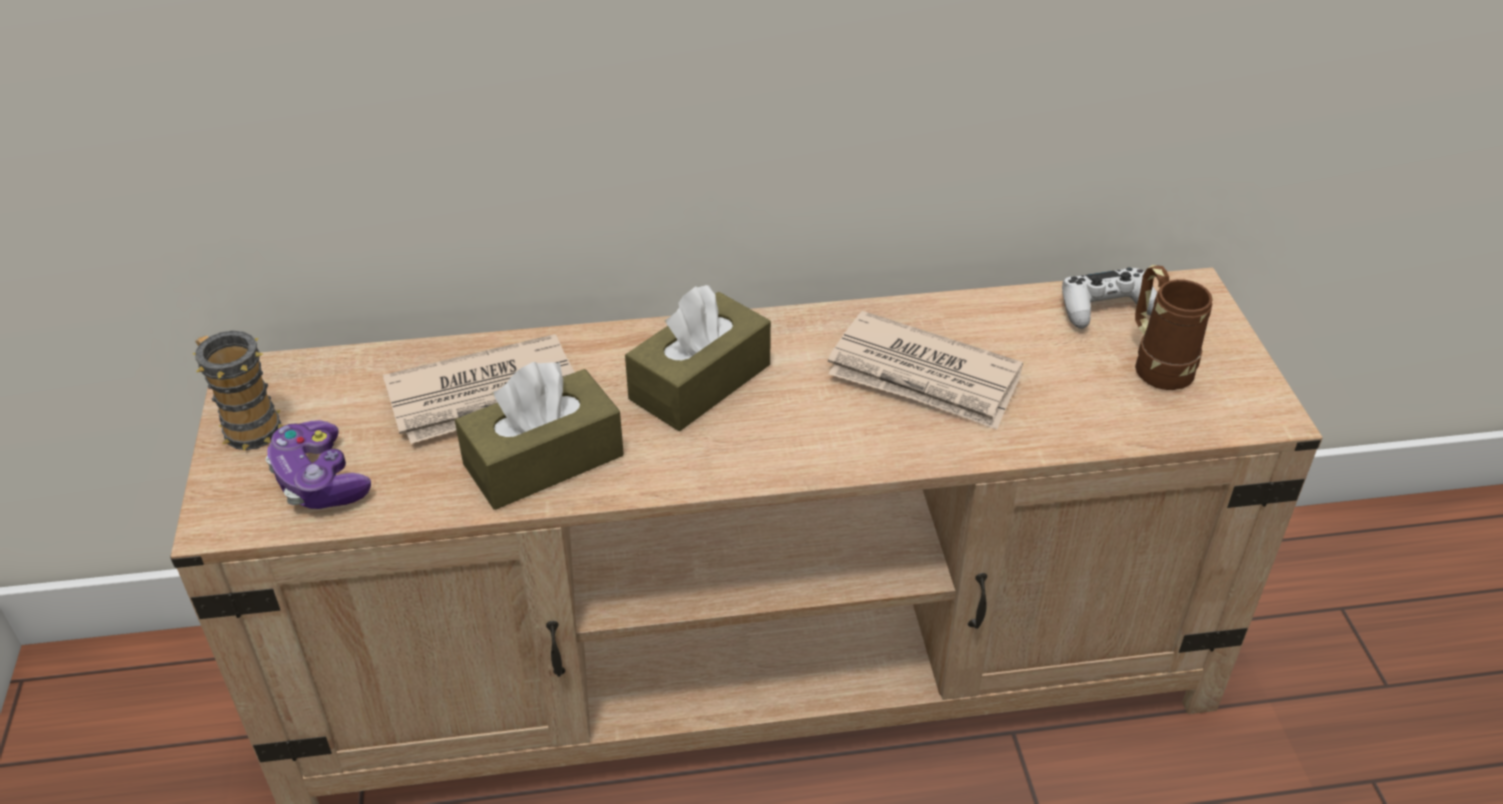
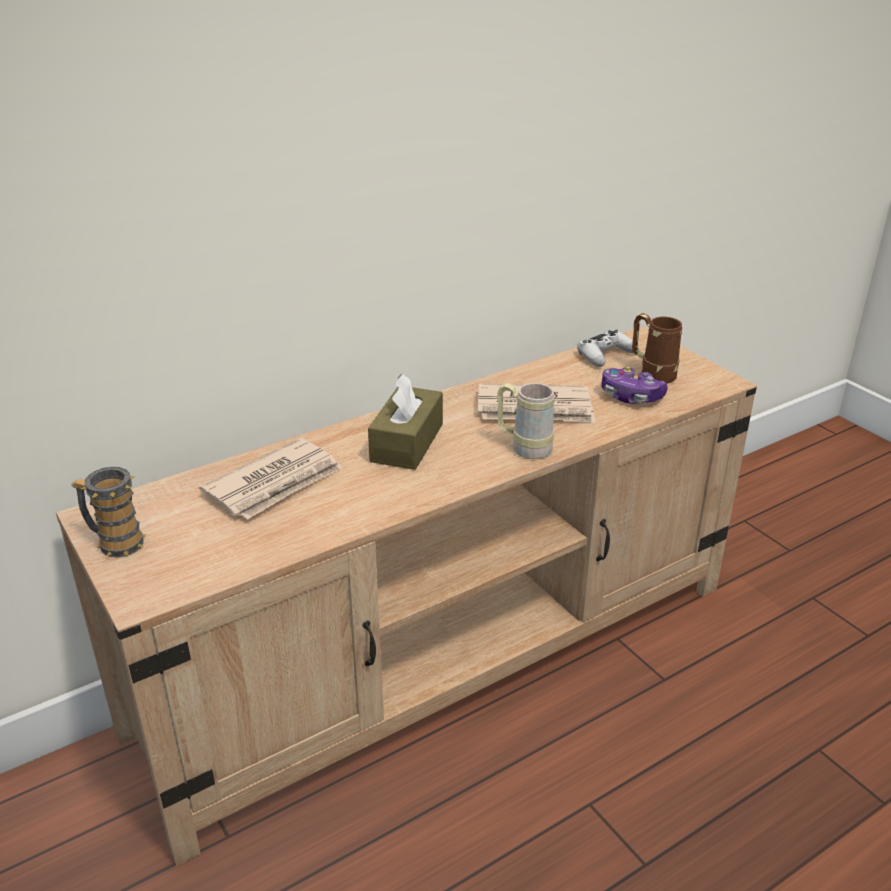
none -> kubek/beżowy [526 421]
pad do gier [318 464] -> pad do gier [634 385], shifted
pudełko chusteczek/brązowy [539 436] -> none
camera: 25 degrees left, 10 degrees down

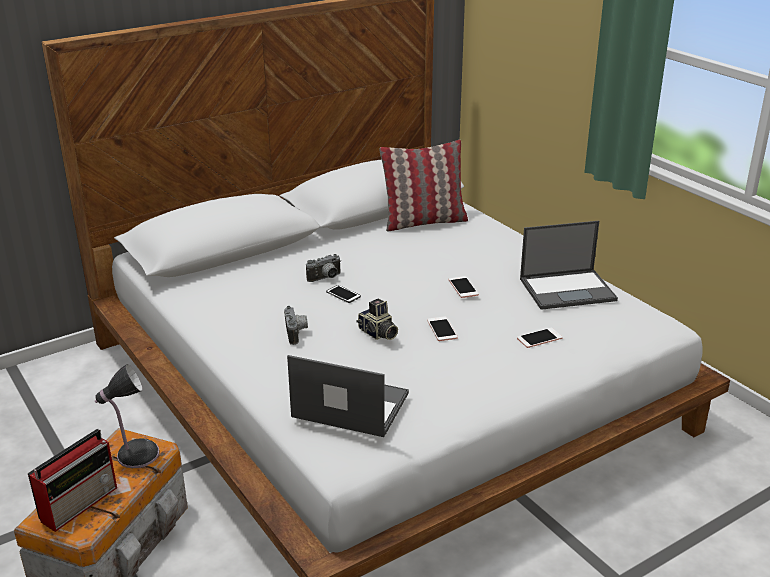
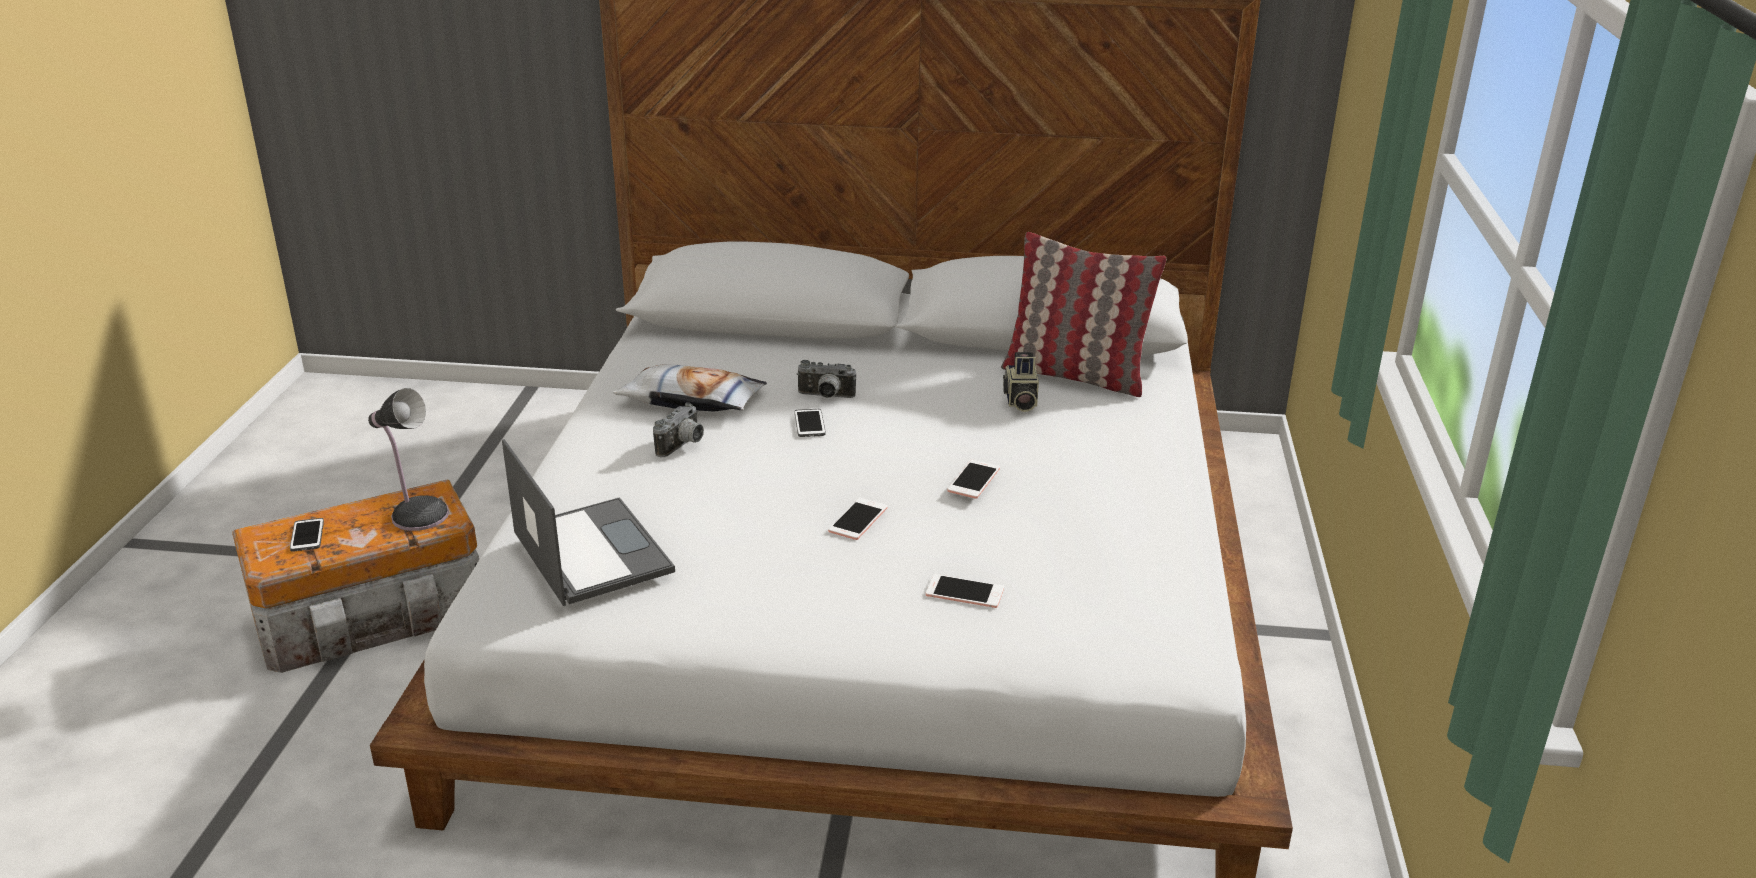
radio [72 480] -> telefon [307 535]
none -> poduszka [690 388]
aparat fotograficzny [377 319] -> aparat fotograficzny [1021 382], shifted
laptop [569 265] -> none
camera: 40 degrees right, 0 degrees up

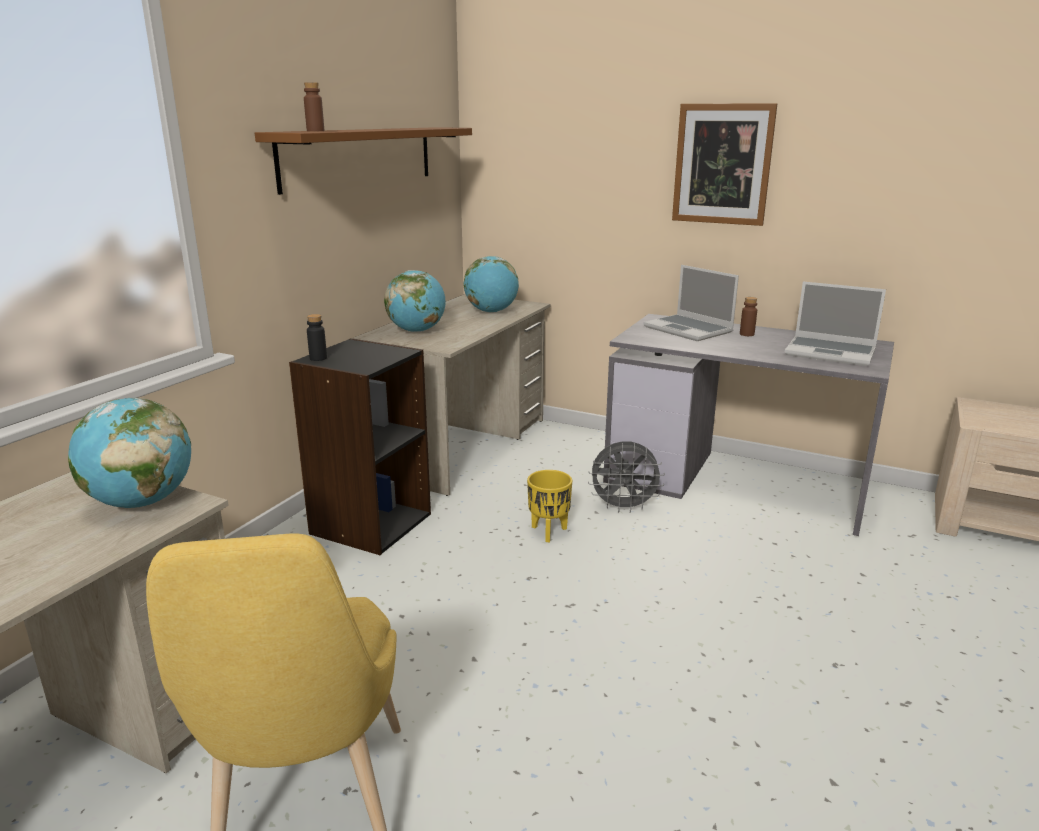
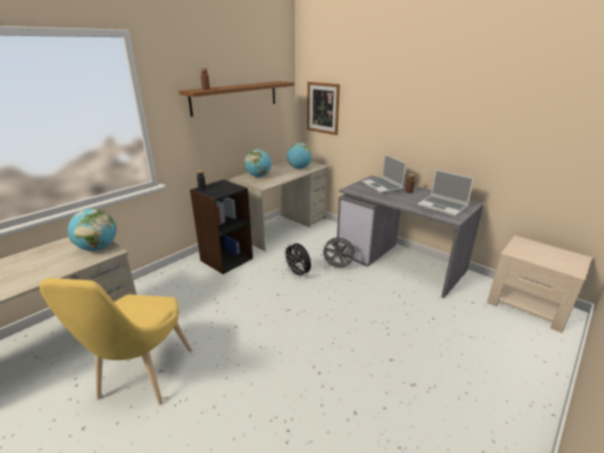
donica/żółty [549 506] -> wentylator/czarny [297 260]
obraz [724 164] -> obraz [323 108], shifted
camera: 15 degrees right, 5 degrees up

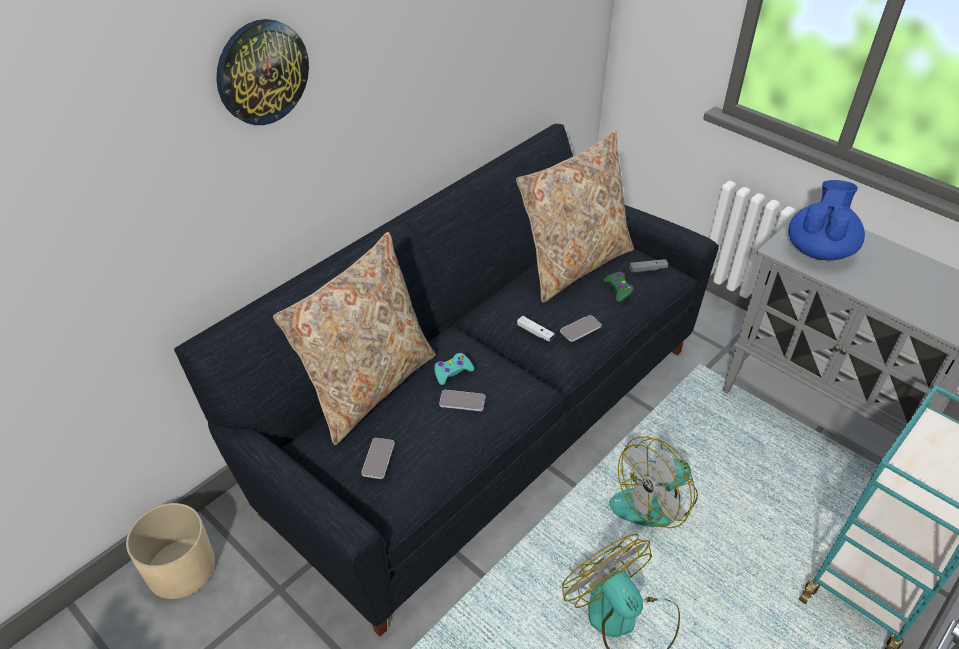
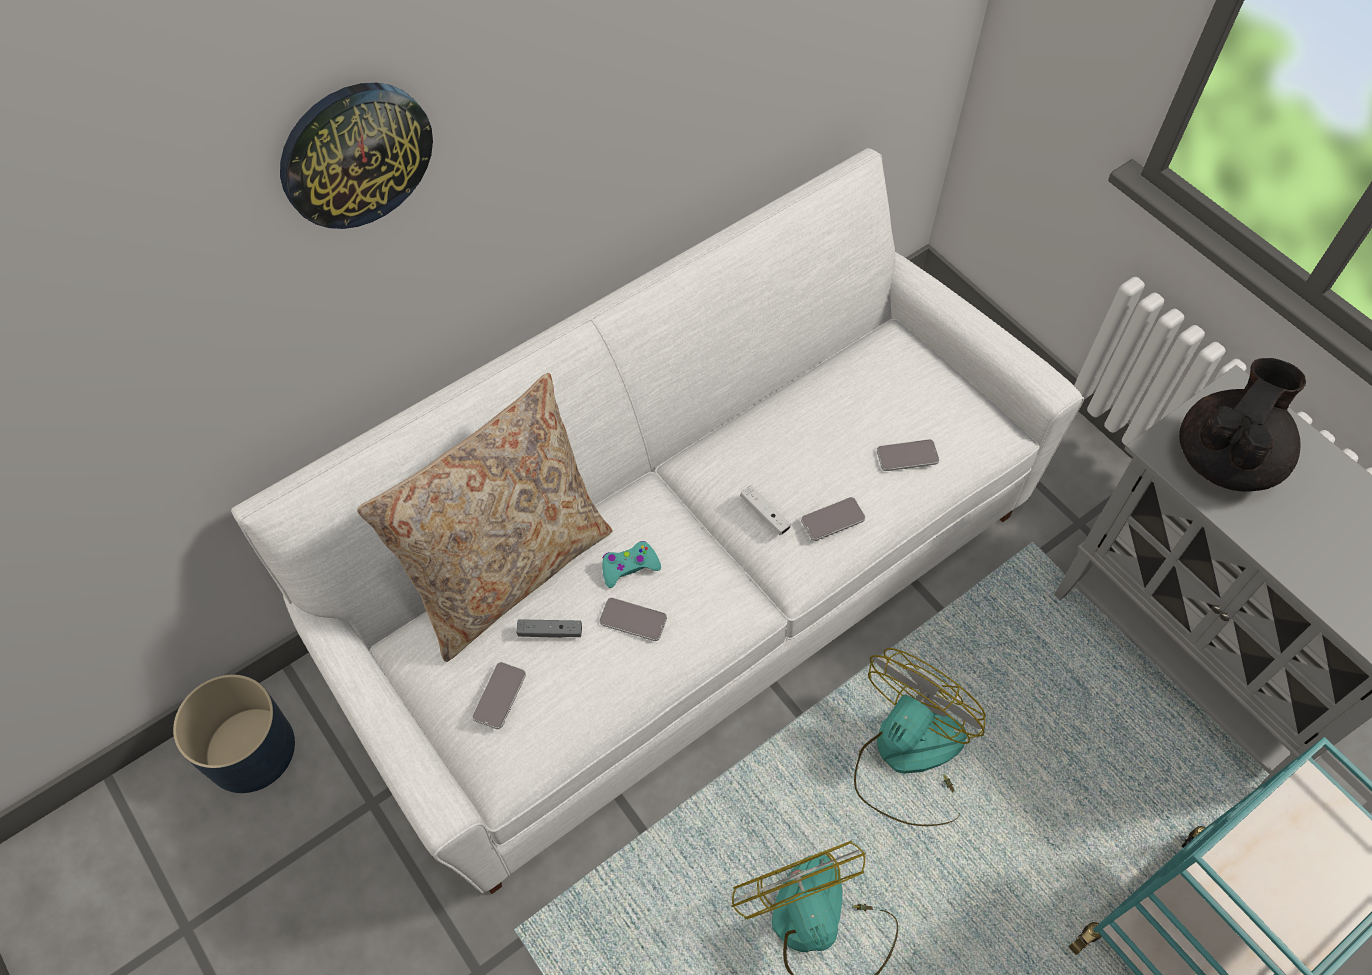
donica/beżowy [170 551] -> donica/niebieski [234 733]
kanapa/czarny [446 380] -> kanapa/biały [657 521]
pad do gier/szary [649 266] -> pad do gier/szary [549 628], shifted
wentylator [653 482] -> wentylator [920 737], 150 degrees clockwise
pad do gier/zielony [618 287] -> telefon [908 455]
imbryk/niebieski [826 220] -> imbryk/czarny [1242 425]
poduszka/beżowy [575 217] -> none
camera: 10 degrees right, 15 degrees up

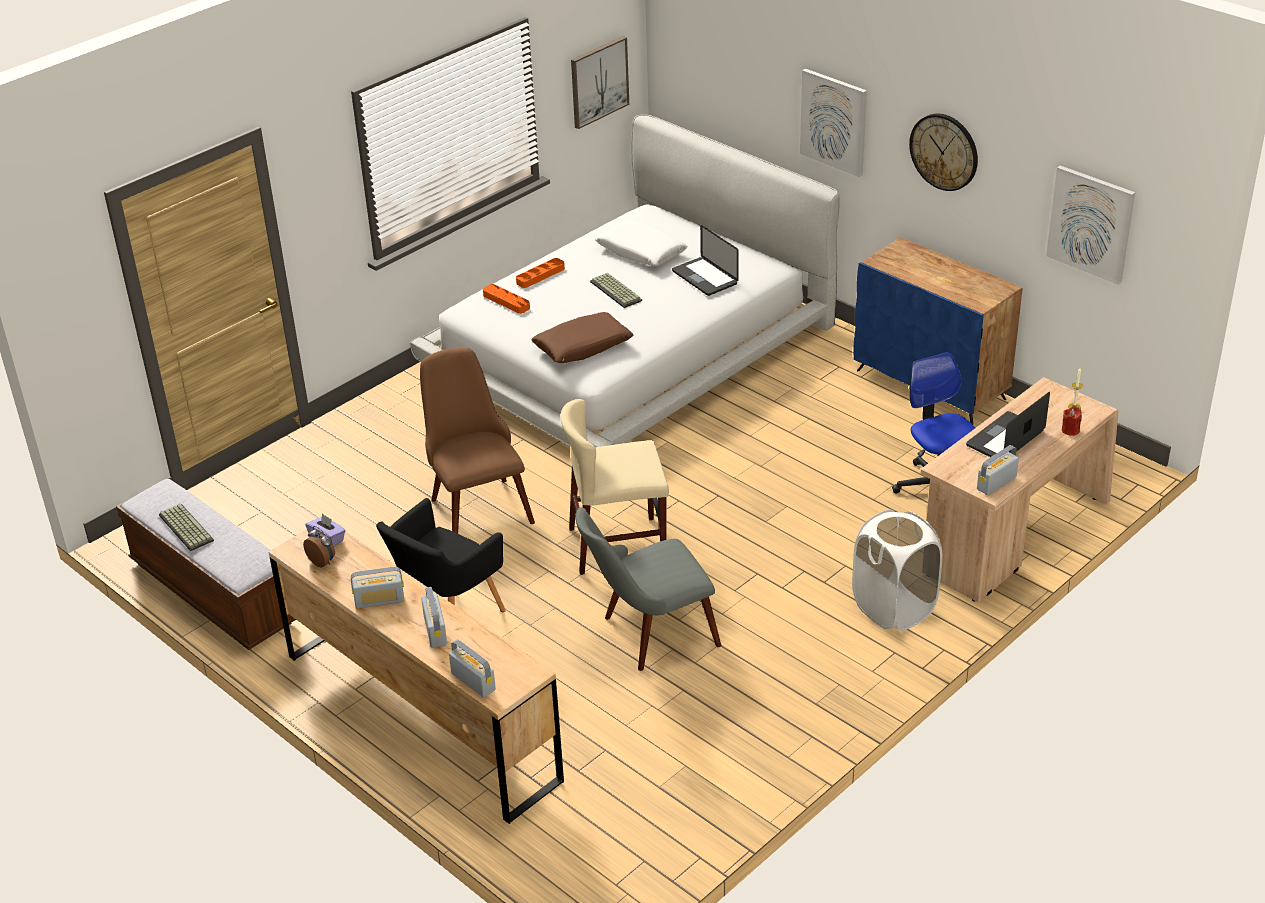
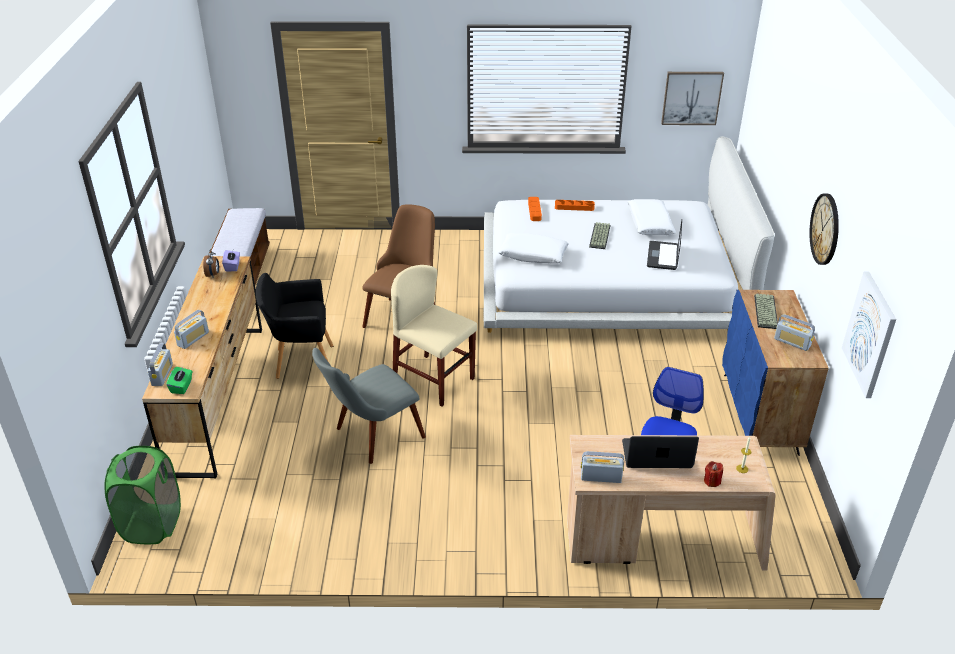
none -> kosz na pranie/zielony [142 495]
none -> pudełko chusteczek/zielony [179 380]
krzesło/szary [648 589] -> krzesło/szary [369 406], 60 degrees counterclockwise
poduszka/brązowy [582 337] -> poduszka/biały [533 248]
klawiatura [186 527] -> klawiatura [766 311], shifted
radio [377 587] -> radio [794 332], shifted
obraz [833 123] -> none
kosz na pranie/biały [897 570] -> none
camera: 45 degrees right, 0 degrees up

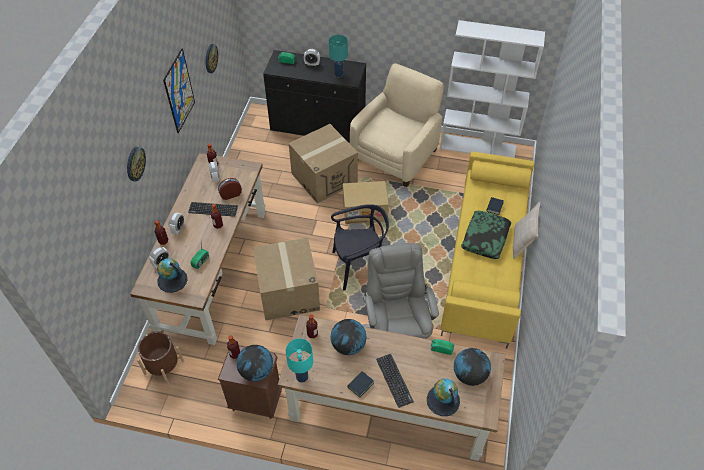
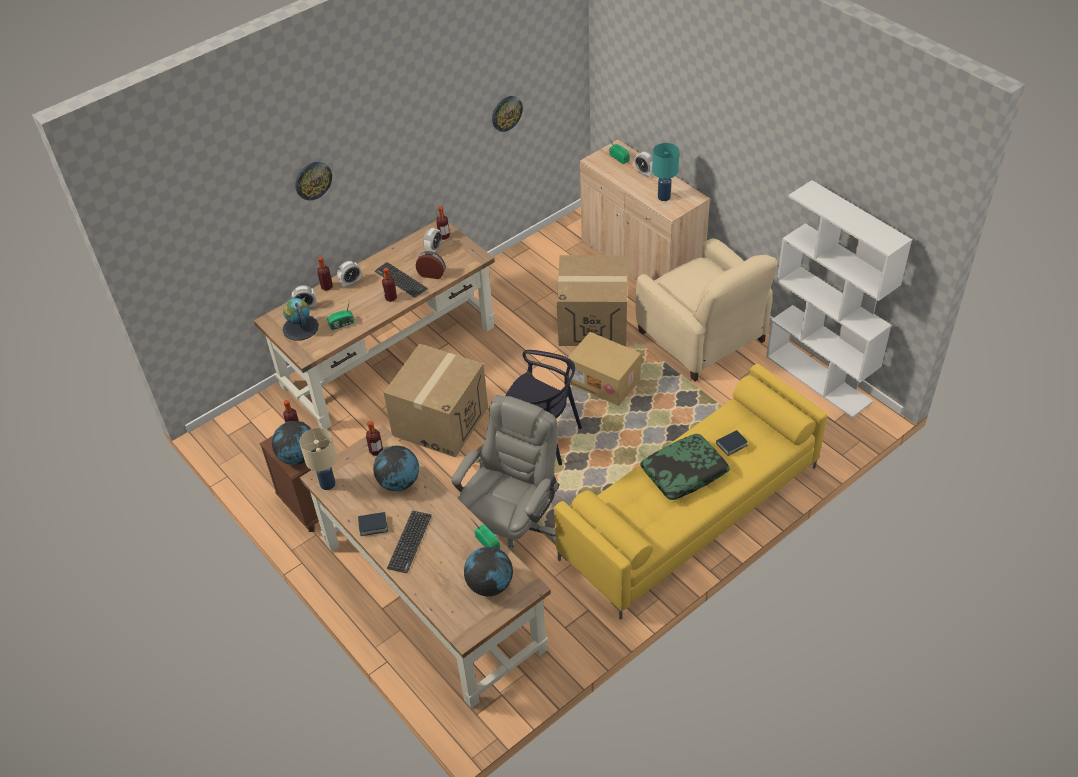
lampa stołowa/turkusowy [299 360] -> lampa stołowa/beżowy [318 459]
szafka/czarny [314 96] -> szafka/beżowy [645 210]
fotel/beżowy [397 125] -> fotel/beżowy [707 310], 75 degrees clockwise
donica/brązowy [160 358] -> none
obraz [179 90] -> none
globus [443 397] -> none
poduszka/beżowy [526 230] -> none
camera: 40 degrees right, 5 degrees down

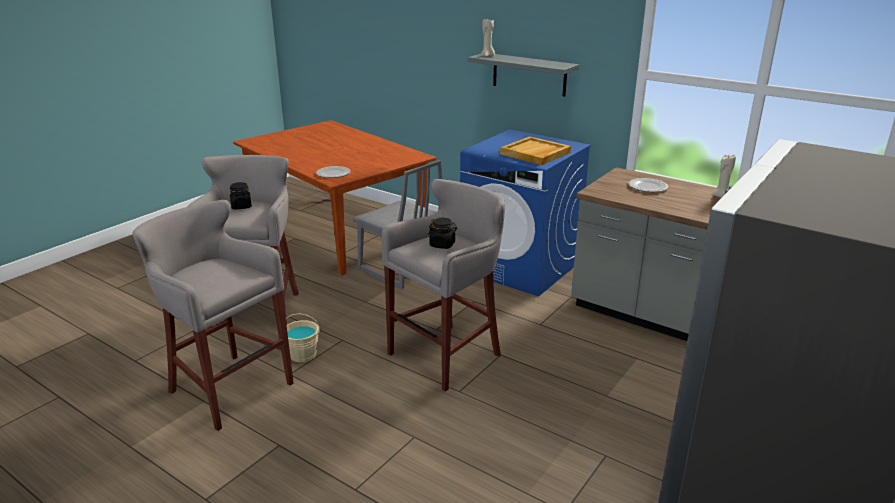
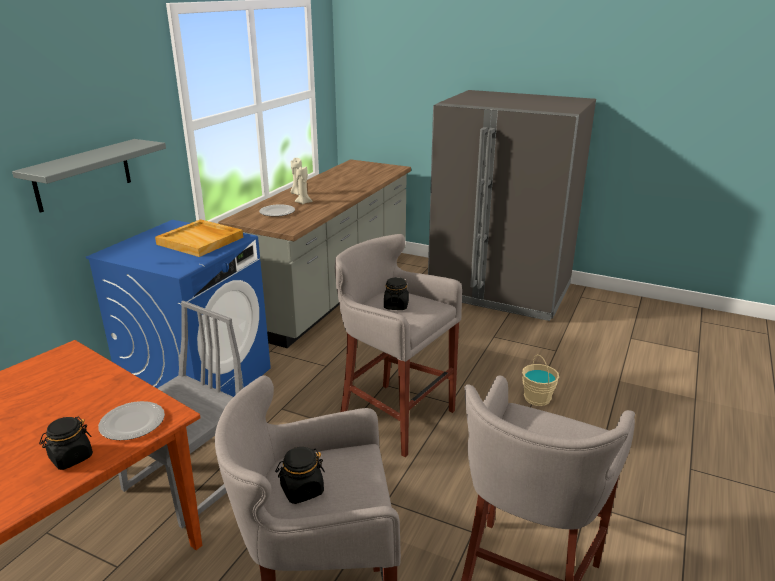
none -> słoik/czarny [66 443]
świeca/beżowy [488 38] -> świeca/beżowy [303 185], shifted
wiadro/beżowy [303 337] -> wiadro/beżowy [540 380], shifted
camera: 100 degrees left, 0 degrees up

